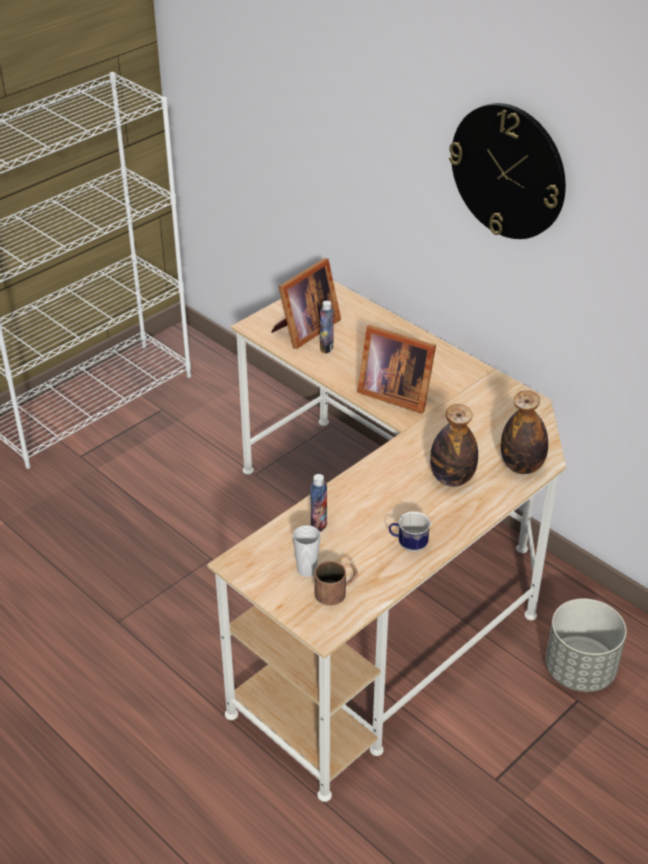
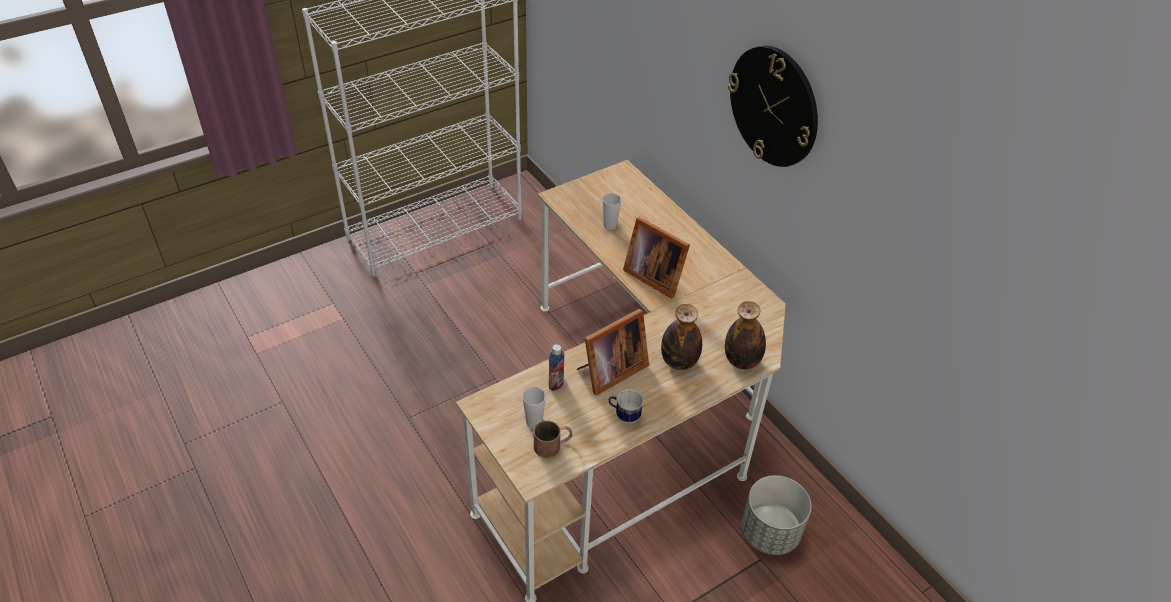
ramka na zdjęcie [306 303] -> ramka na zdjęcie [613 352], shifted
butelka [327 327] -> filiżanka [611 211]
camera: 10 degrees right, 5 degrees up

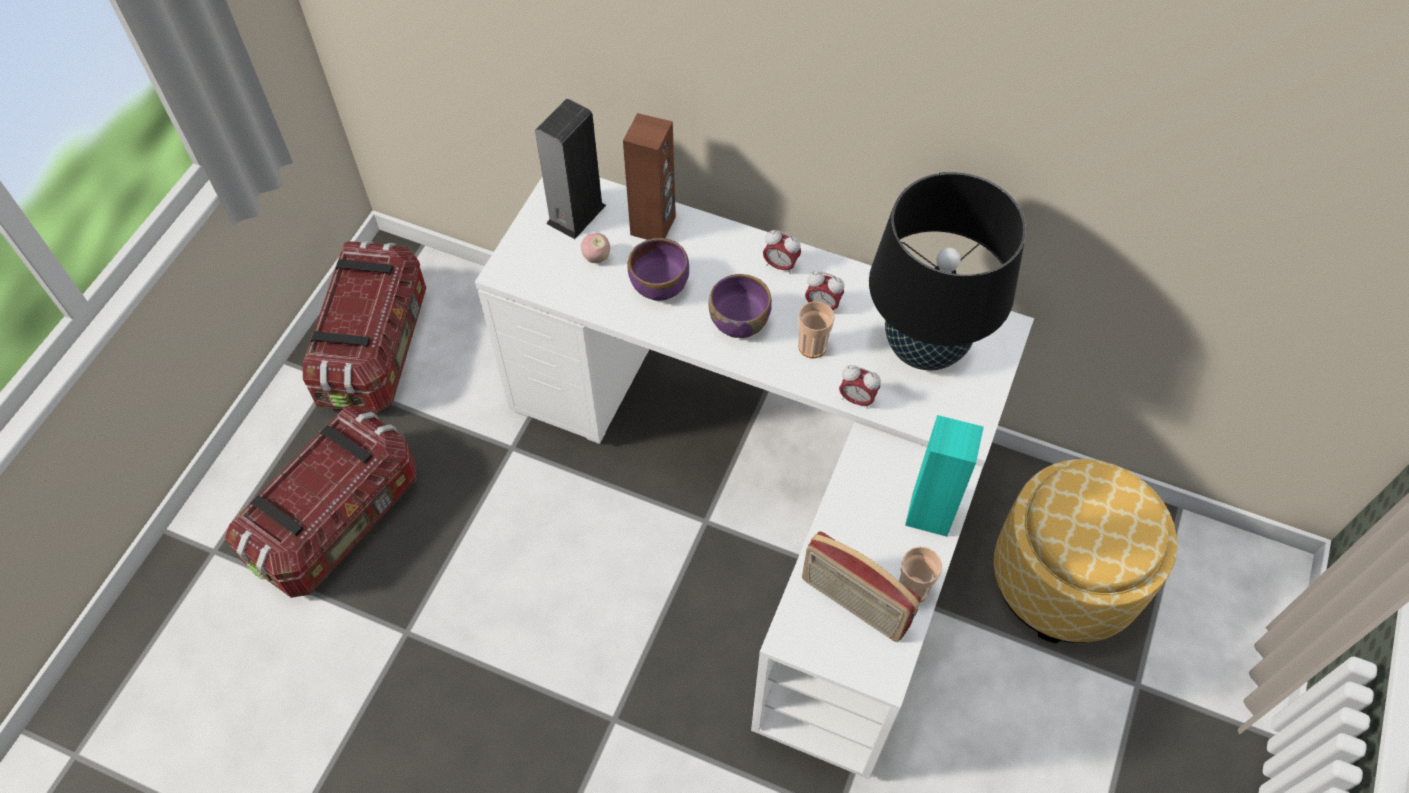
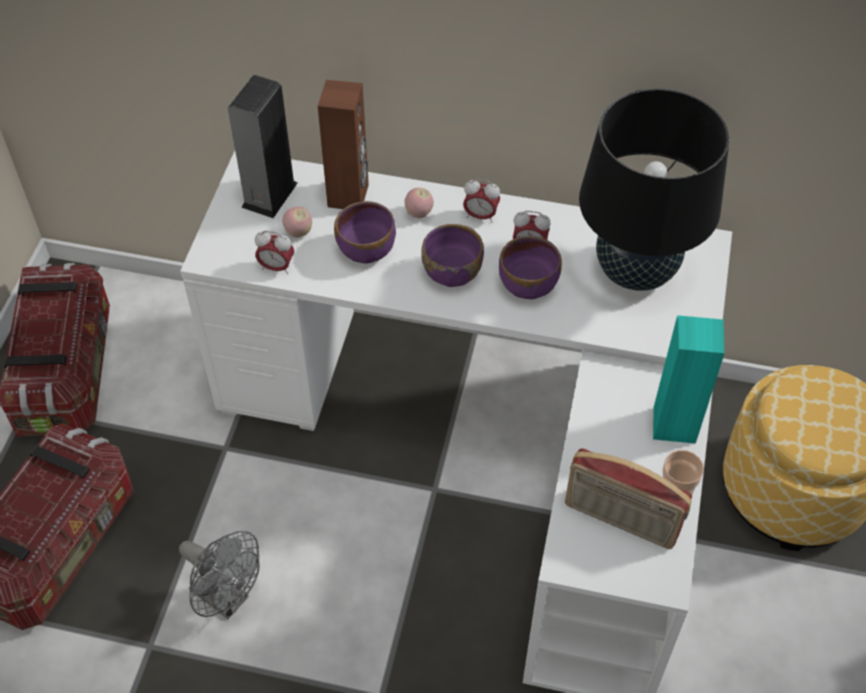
none -> wentylator/szary [219 575]
budzik [860 387] -> budzik [274 252], shifted
none -> jabłko [419 203]
filiżanka [816 329] -> miska/fioletowy [530 267]
camera: 10 degrees left, 5 degrees down

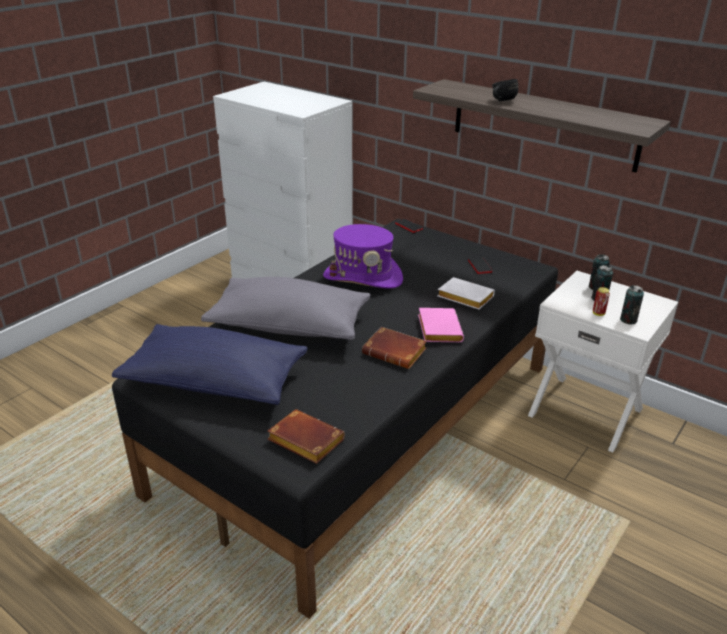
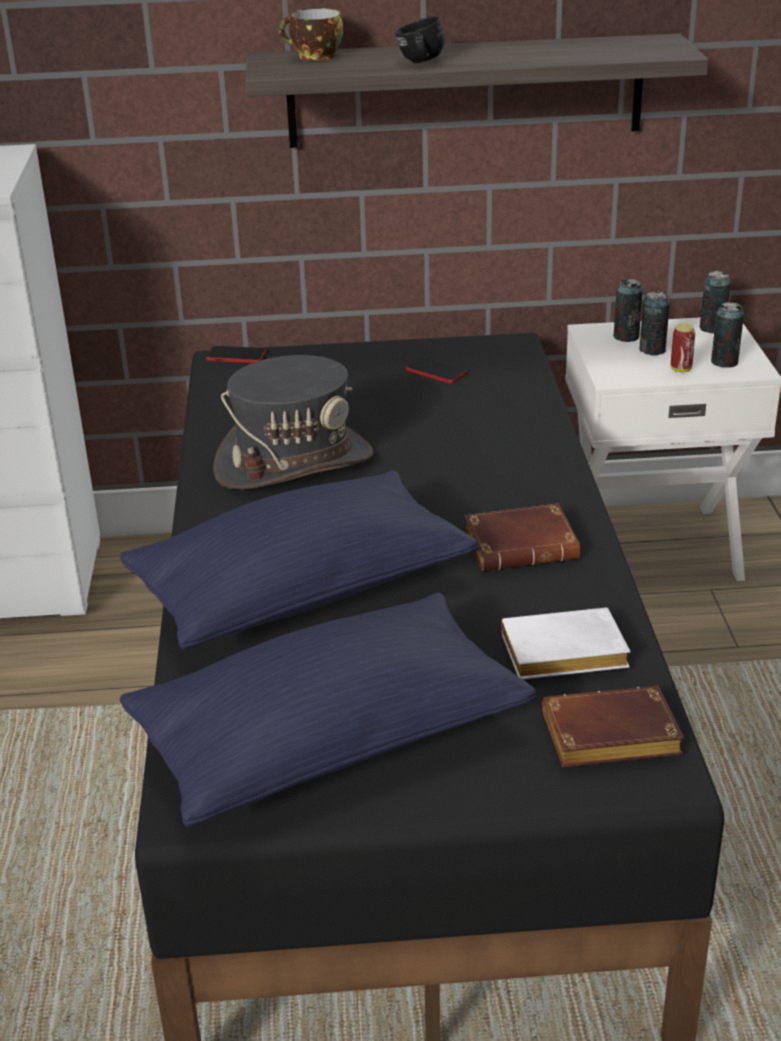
poduszka/szary [286 308] -> poduszka/niebieski [299 560]
kapelusz/fioletowy [363 256] -> kapelusz/szary [293 422]
none -> filiżanka [311 34]
książka/biały [466 293] -> książka/biały [565 643], shifted
none -> puszka [715 302]
książka/różowy [441 325] -> none
camera: 40 degrees left, 0 degrees up

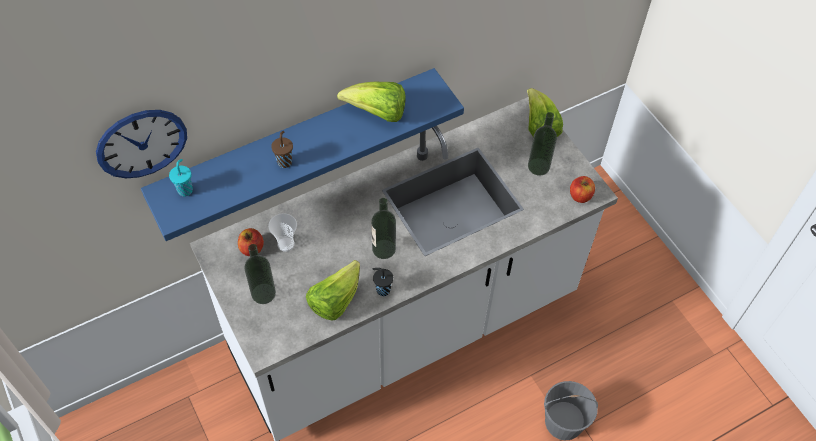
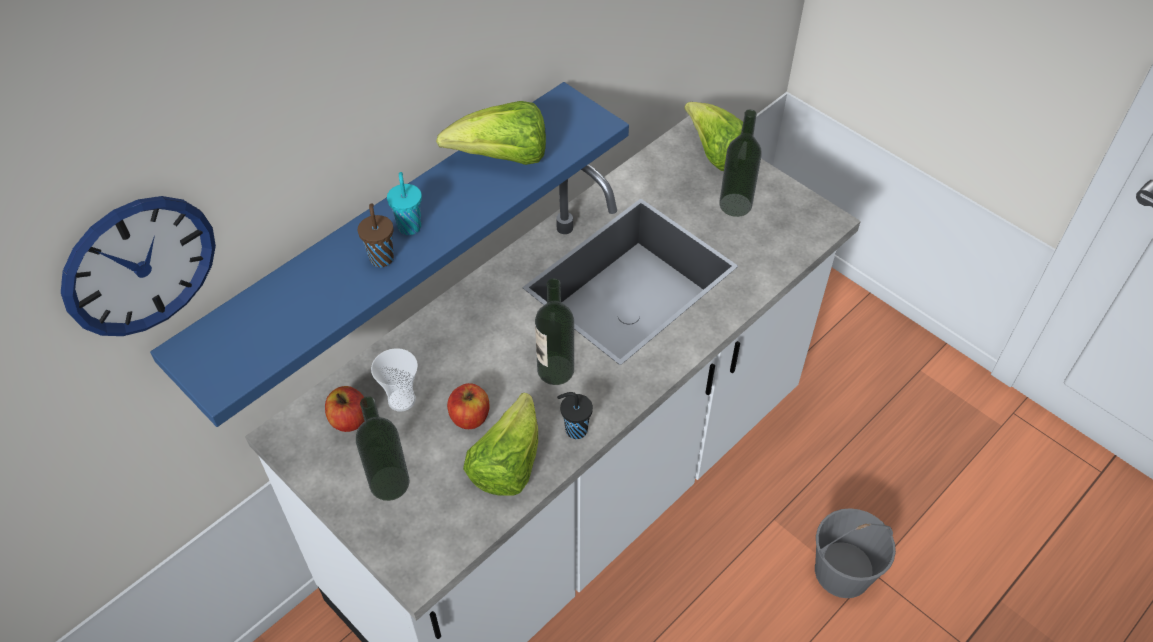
filiżanka/turkusowy [181 177] -> filiżanka/turkusowy [404 203], shifted
jabłko [582 189] -> jabłko [468 406], shifted
camera: 15 degrees left, 5 degrees down

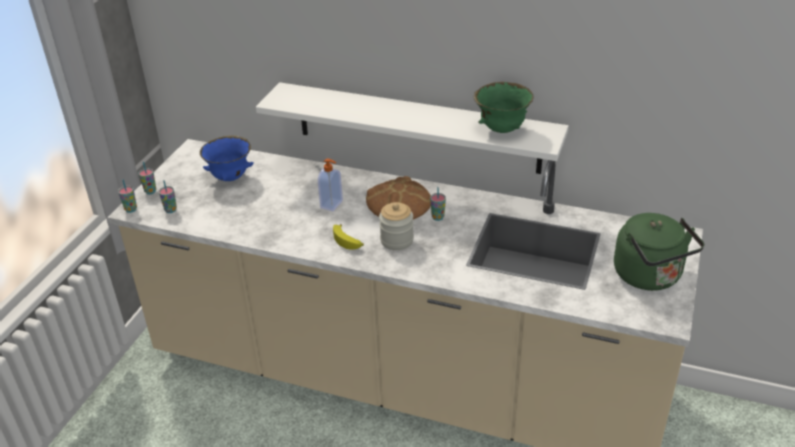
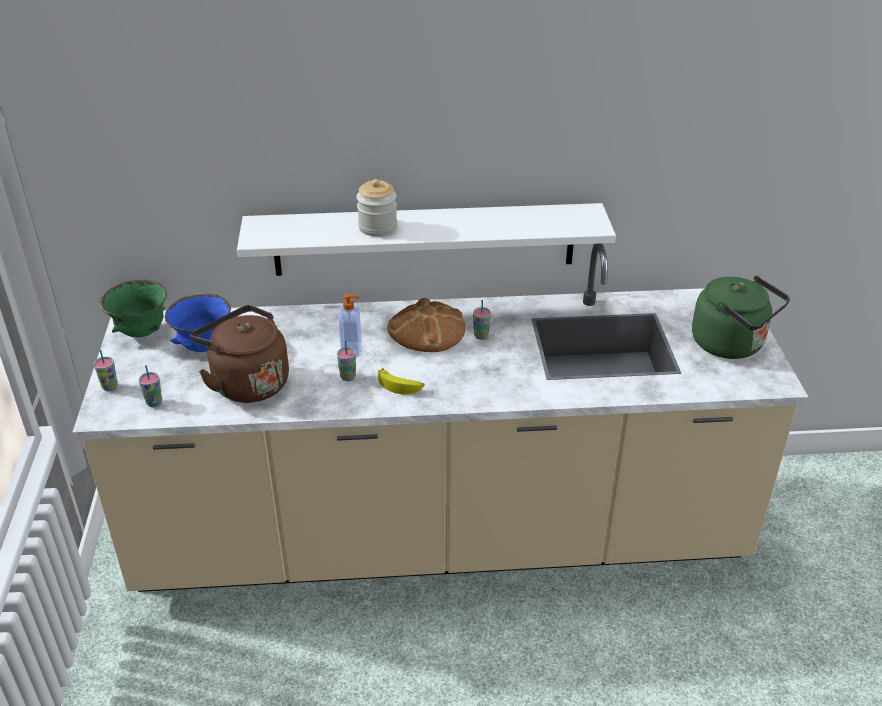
miska/zielony [504 107] -> miska/zielony [133 308], shifted
none -> czajnik/brązowy [239 354]
filiżanka [127 196] -> filiżanka [346 360], shifted
słoik [396 226] -> słoik [376 208], shifted
camera: 25 degrees left, 0 degrees up

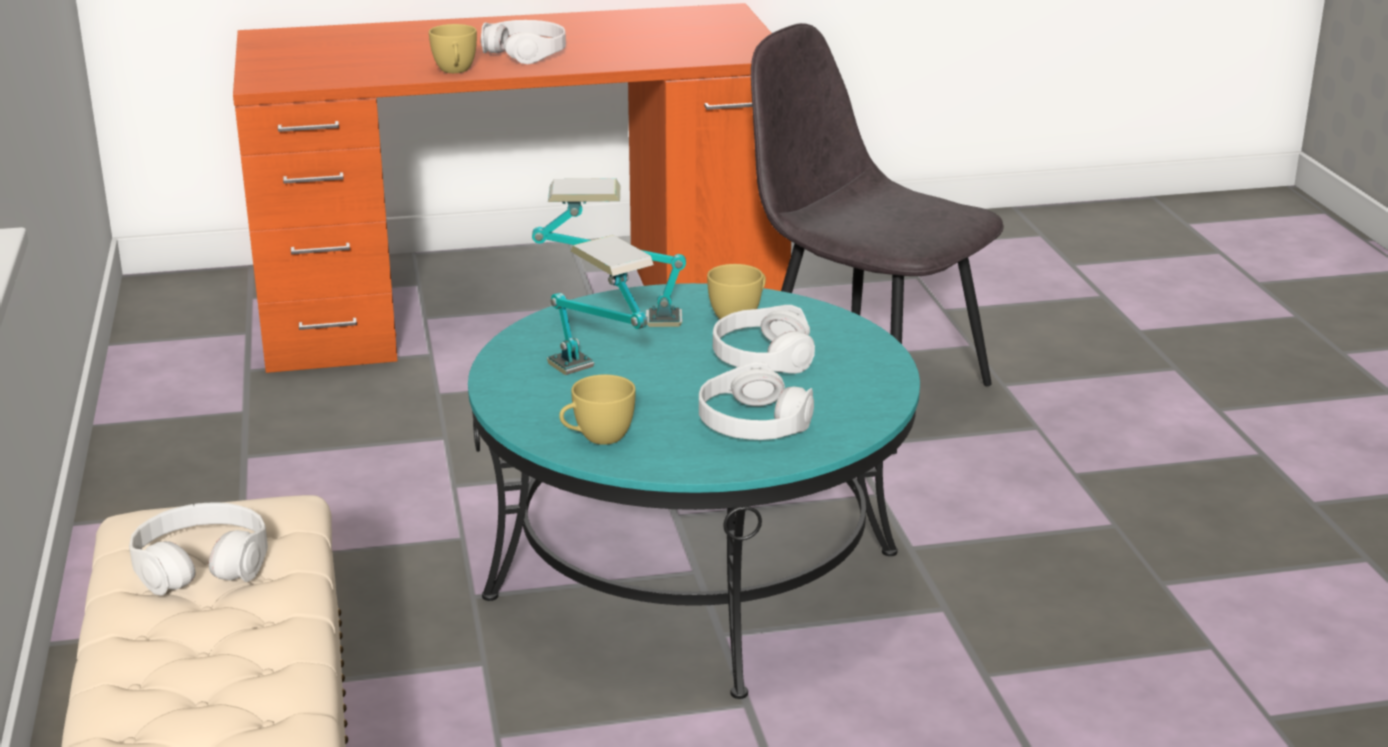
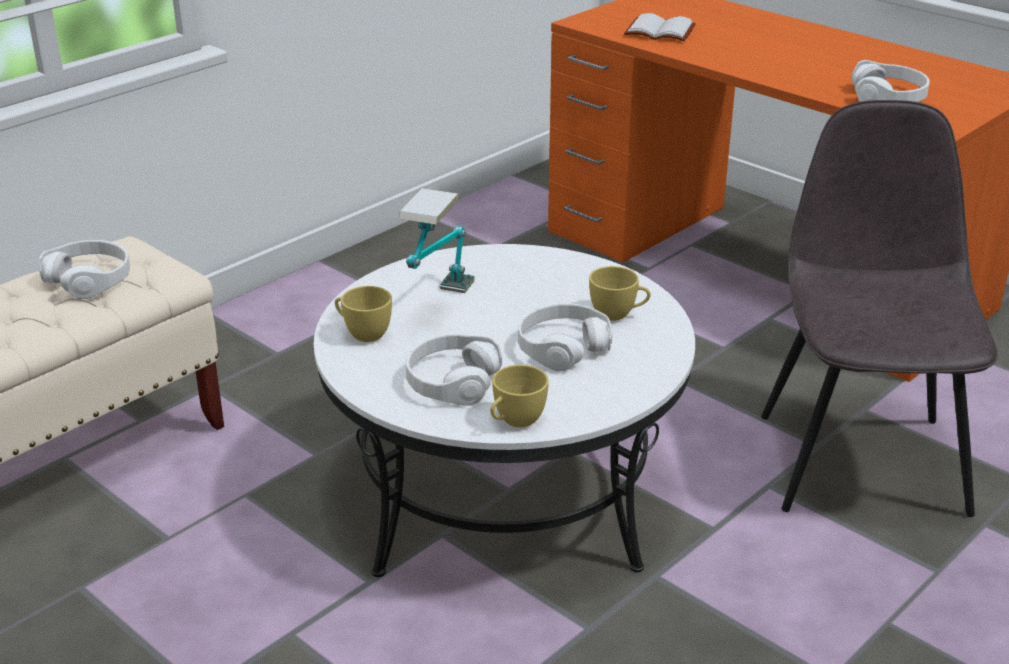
ława/turkusowy [694 491] -> ława/biały [504 410]
filiżanka/żółty [453 48] -> filiżanka/żółty [519 396], shifted
none -> książka/biały [660 27]
słuchawki/biały [523 42] -> słuchawki/biały [891 81], shifted
lampa stołowa [609 252] -> none
camera: 55 degrees right, 5 degrees up

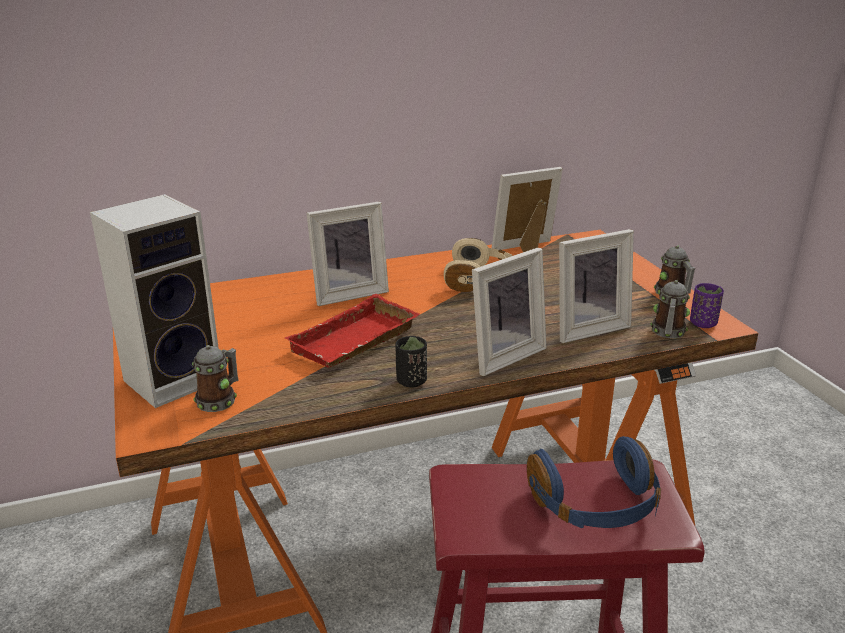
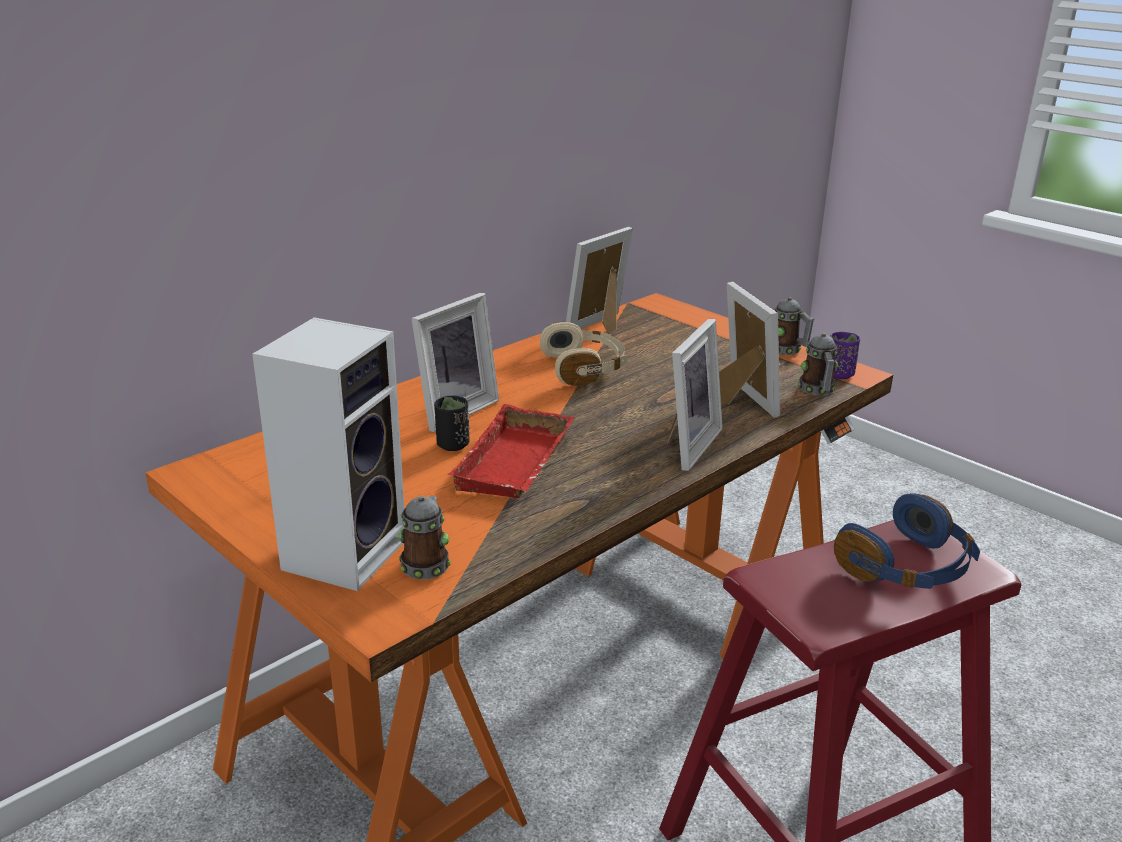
filiżanka/czarny [411 362] -> filiżanka/czarny [452 423], shifted
ramka na zdjęcie [596 286] -> ramka na zdjęcie [749 350], 60 degrees counterclockwise
camera: 25 degrees left, 0 degrees up

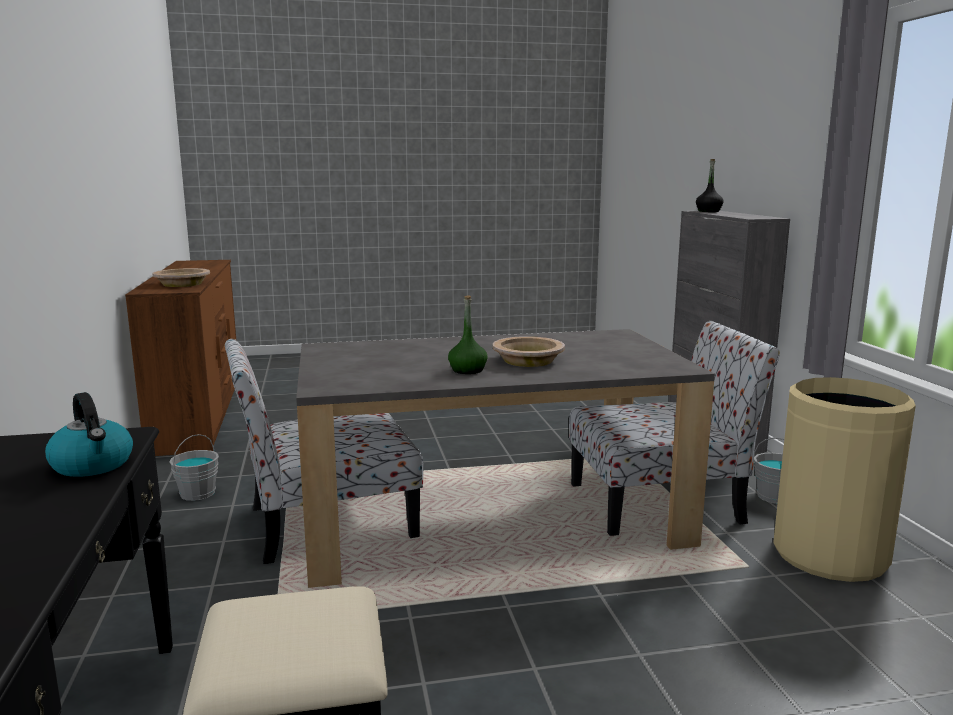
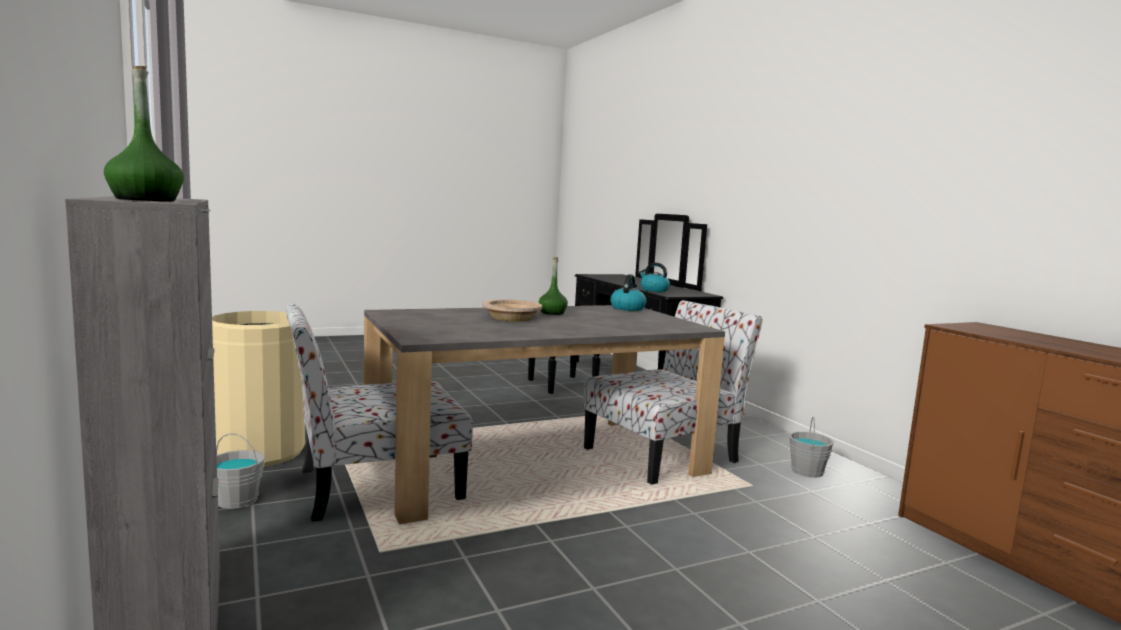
butelka/czarny [710 185] -> butelka/zielony [144 133]
none -> czajnik [628 292]
miska/beżowy [181 277] -> none
camera: 165 degrees right, 5 degrees down

